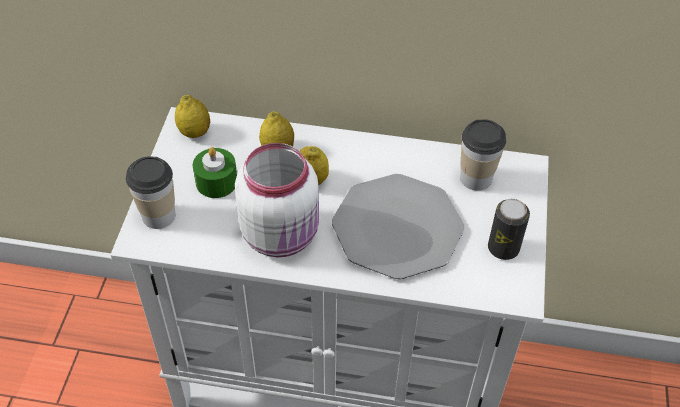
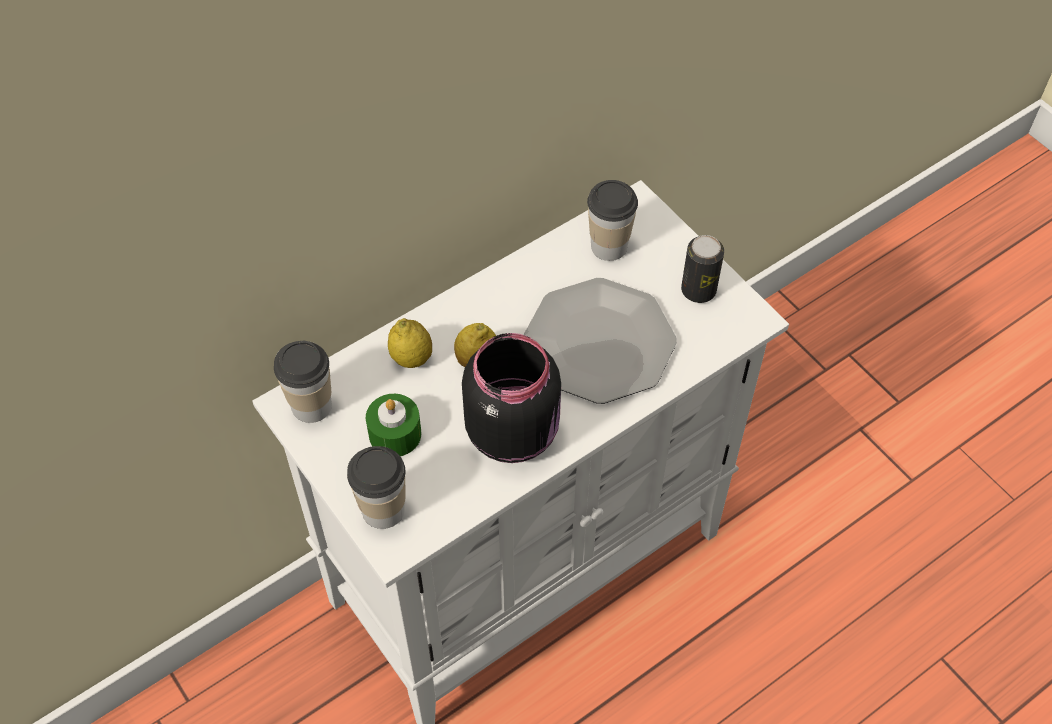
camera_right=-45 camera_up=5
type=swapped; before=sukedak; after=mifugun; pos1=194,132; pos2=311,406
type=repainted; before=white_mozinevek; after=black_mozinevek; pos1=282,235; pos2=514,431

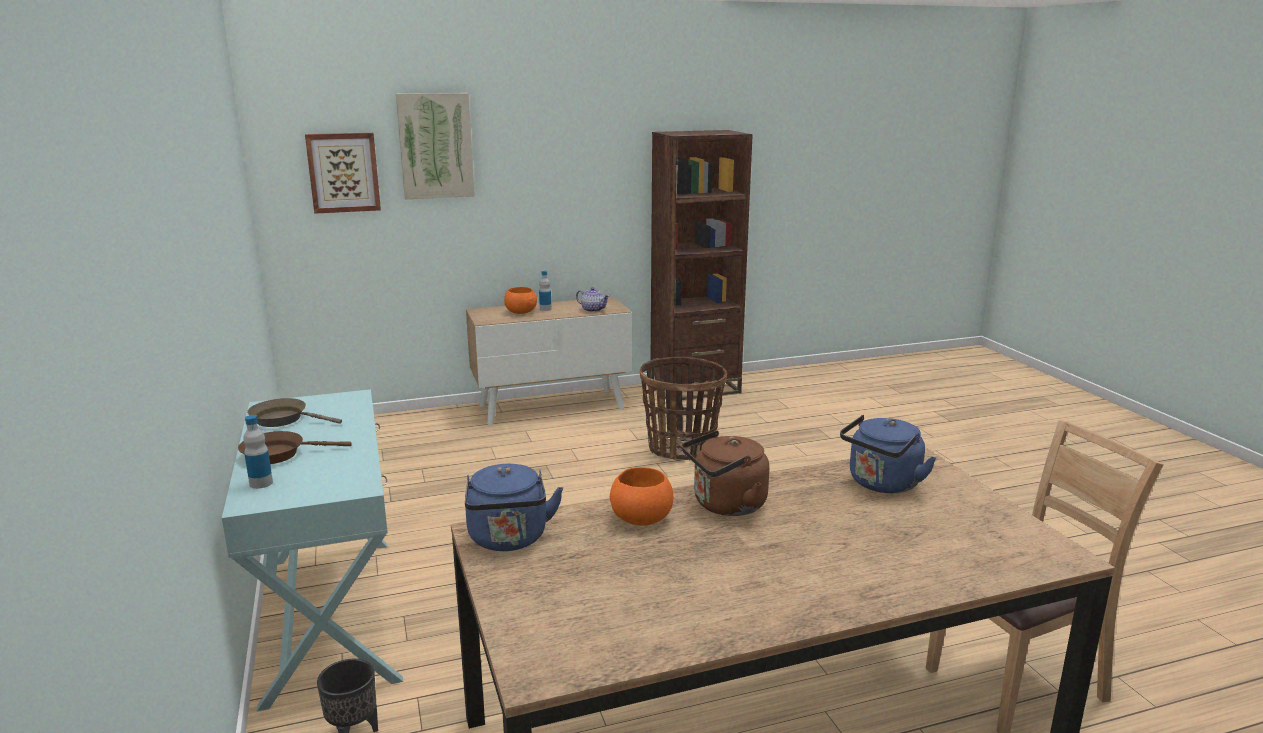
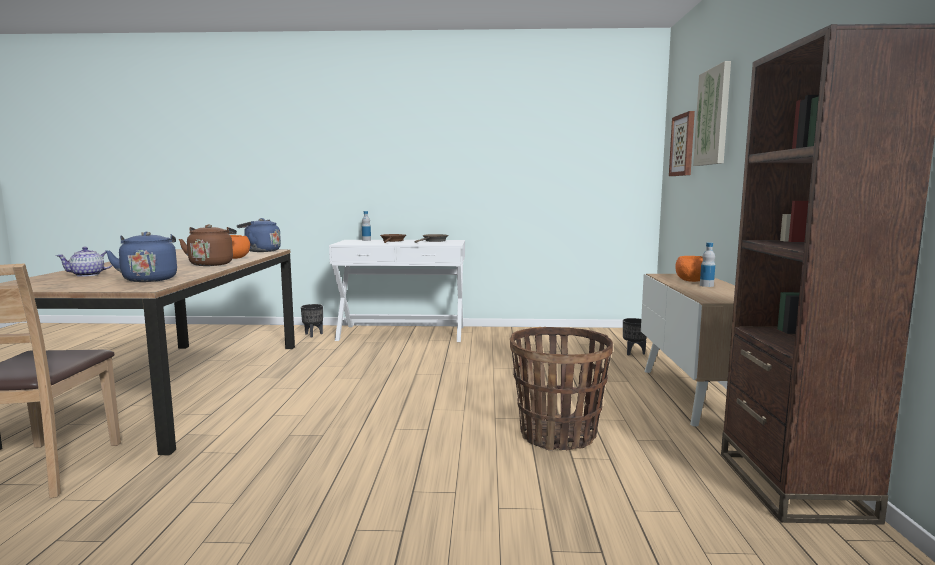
camera_right=110 camera_up=-10
type=repainted; before=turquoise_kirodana; after=white_kirodana; pos1=330,615; pos2=402,333
type=shifted; before=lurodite; pos1=592,310; pos2=88,275
type=new; after=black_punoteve; pos2=634,353

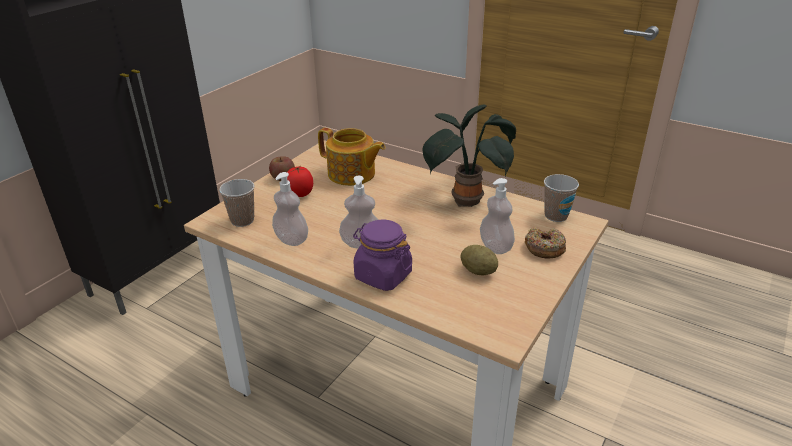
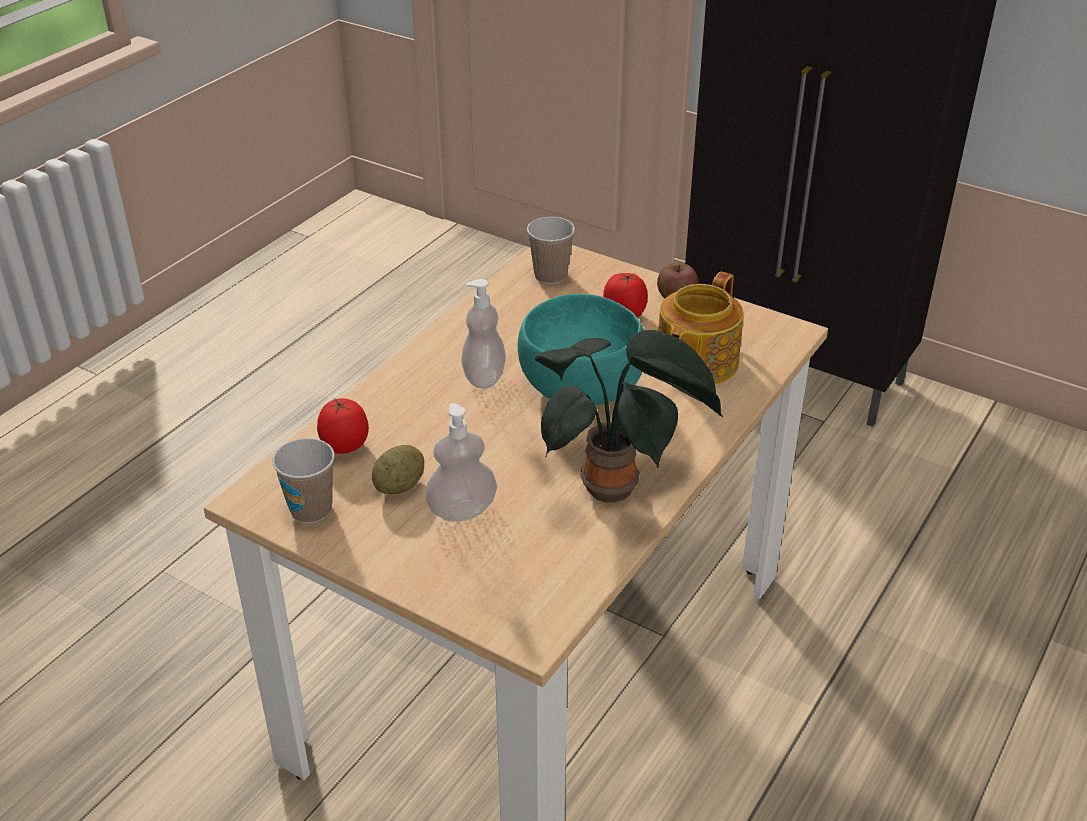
camera_right=90 camera_up=5
type=gone; before=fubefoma; pos1=291,239
type=gone; before=purple_mozinevek; pos1=382,275
type=gone; before=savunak; pos1=544,248
type=shifted; before=mifugun; pos1=556,216; pos2=311,510
type=new; after=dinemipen; pos2=344,447
type=new; after=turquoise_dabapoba; pos2=582,389

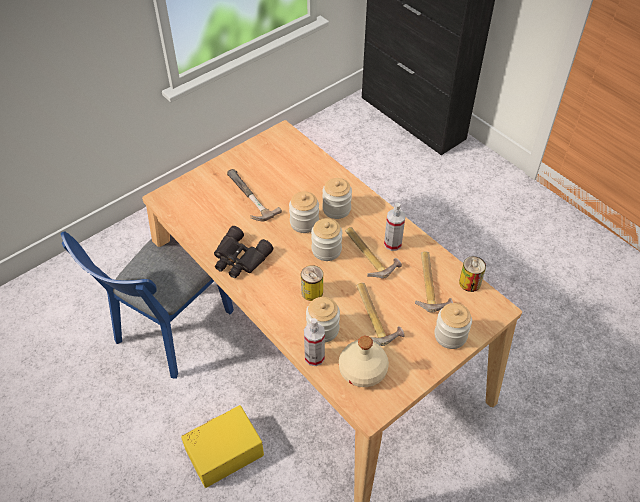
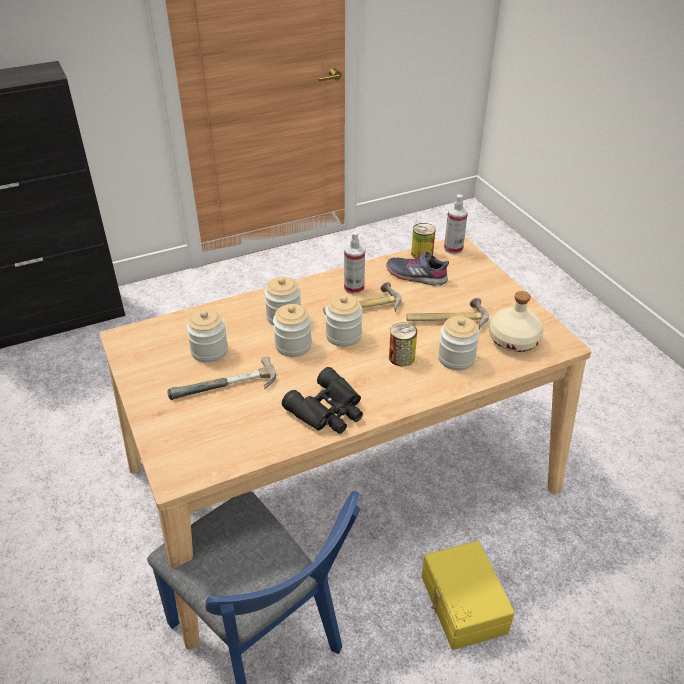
camera_right=-75 camera_up=-10
type=shifted; before=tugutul; pos1=314,357; pos2=453,249
type=swapped; before=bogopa; after=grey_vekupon; pos1=431,284; pos2=416,275
type=shifted; before=mozinevek; pos1=450,335; pos2=209,351

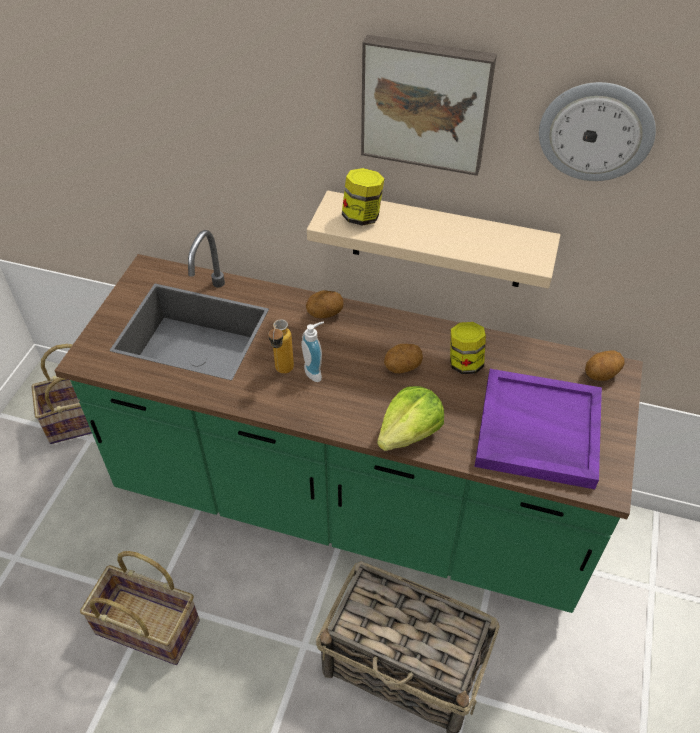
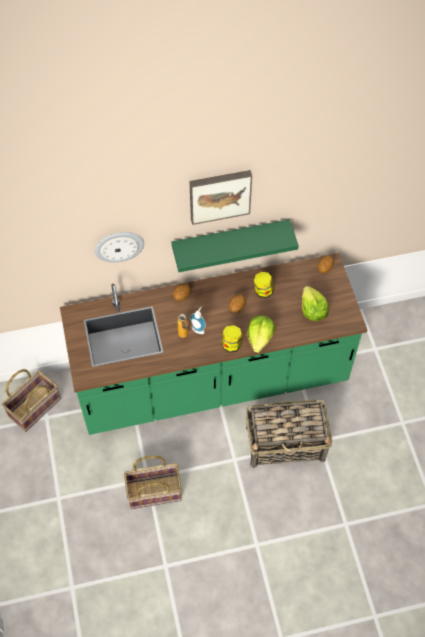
camera_right=-30 camera_up=10
type=repainted; before=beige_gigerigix; after=green_gigerigix; pos1=437,240; pos2=230,241
type=shifted; before=mozinevek; pos1=362,216; pos2=231,344
type=swapped; before=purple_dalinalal; after=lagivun; pos1=537,431; pos2=312,310
type=shifted; before=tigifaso; pos1=596,131; pos2=119,246

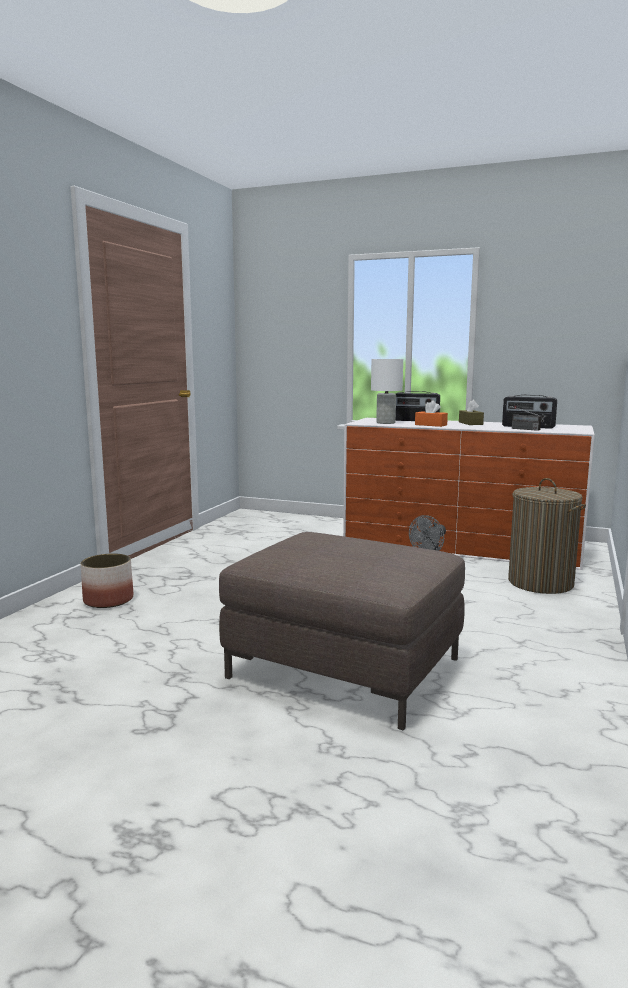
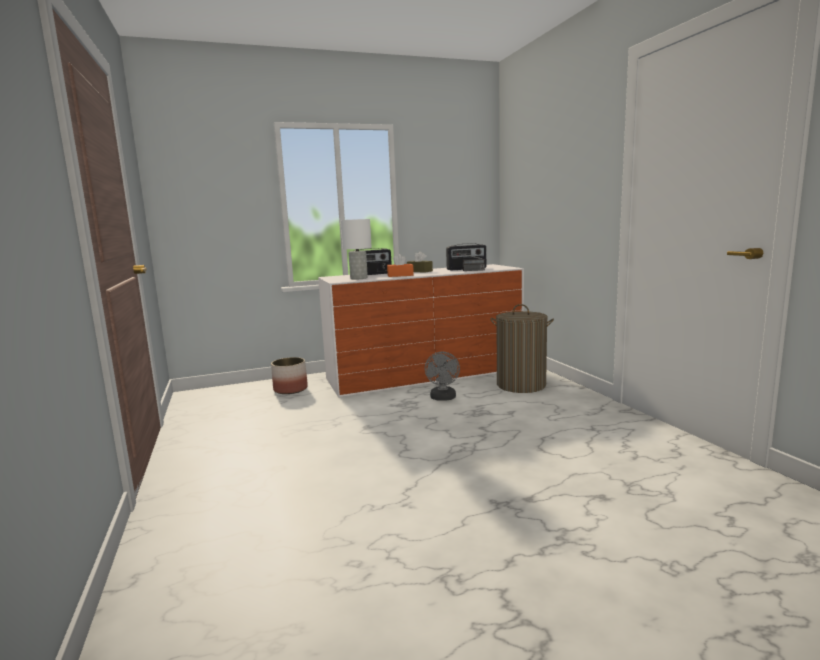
camera_right=-40 camera_up=0
type=shifted; before=punoteve; pos1=109,600; pos2=291,389
type=gone; before=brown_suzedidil; pos1=345,667

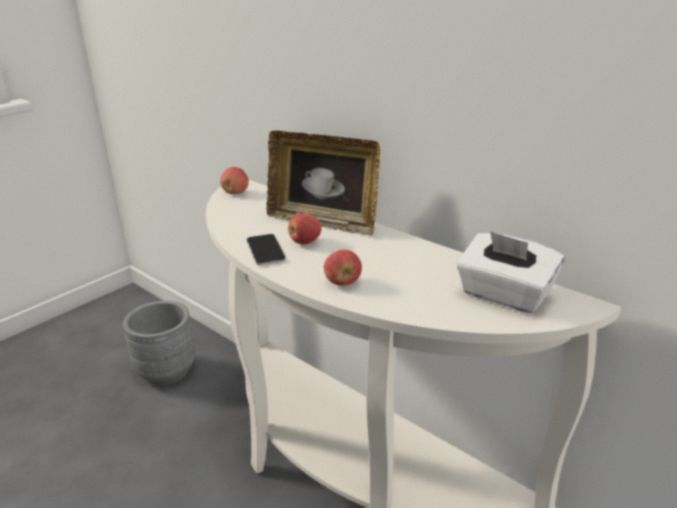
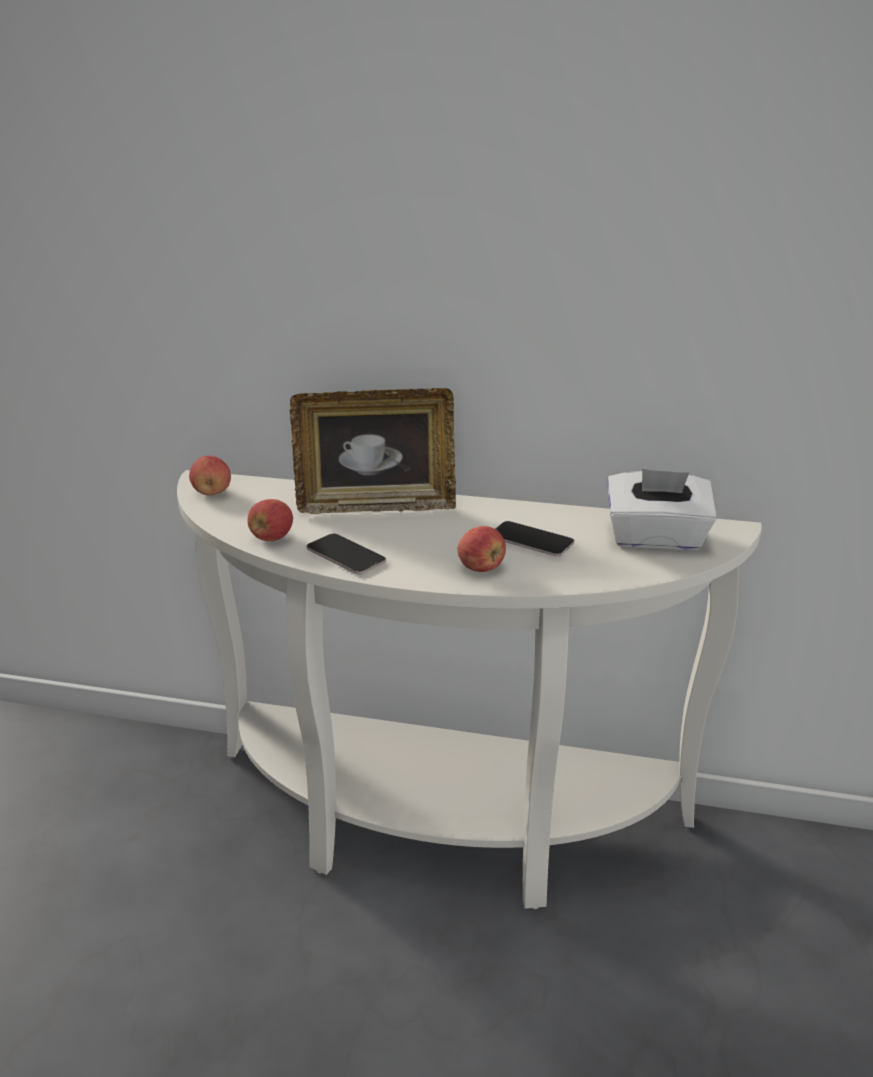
camera_right=-30 camera_up=0
type=gone; before=grey_punoteve; pos1=167,371
type=shifted; before=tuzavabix; pos1=304,242; pos2=272,538
type=new; after=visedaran; pos2=531,540

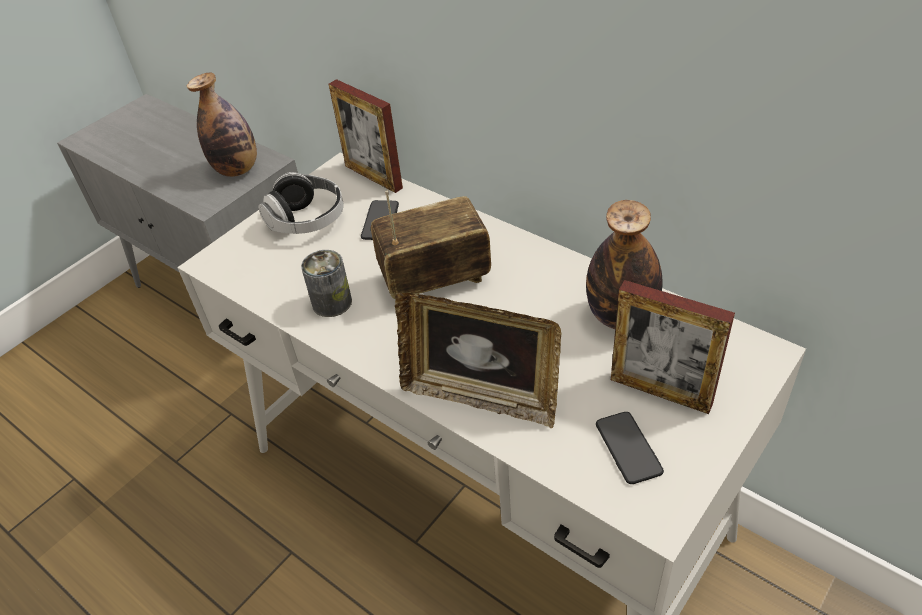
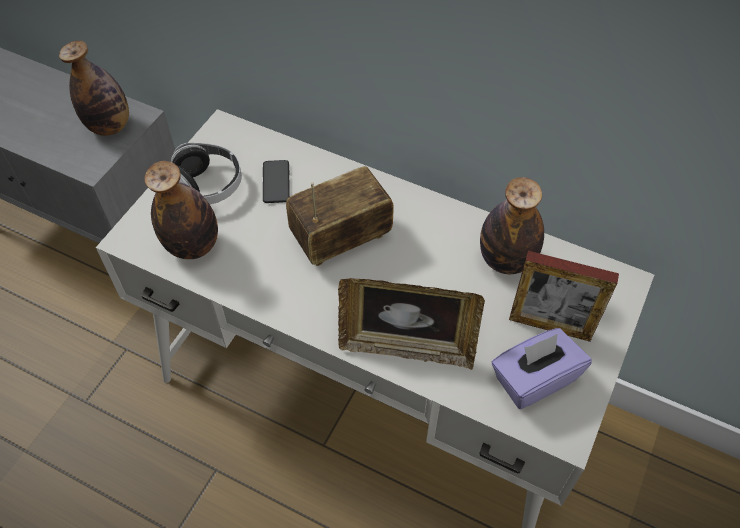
camera_right=-15 camera_up=10
type=gone; before=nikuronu; pos1=332,302
type=gone; before=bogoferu; pos1=373,177
type=swapped; before=visedaran; after=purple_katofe; pos1=628,448; pos2=534,379
type=new; after=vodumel; pos2=193,245

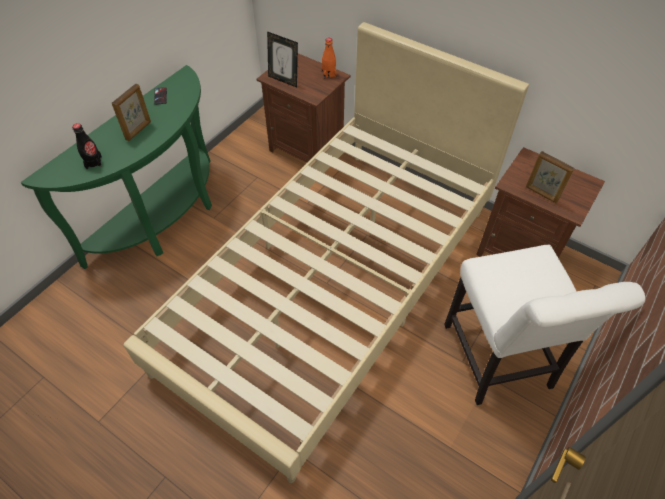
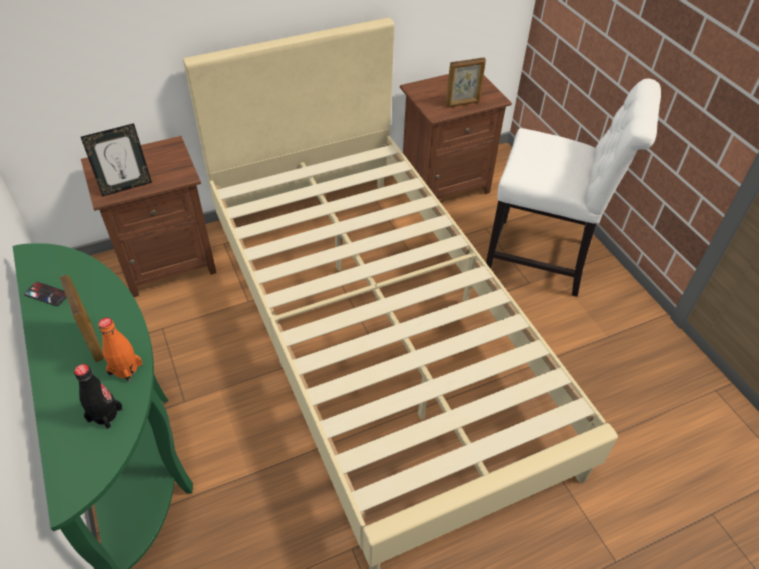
camera_right=-60 camera_up=-5
type=shifted; before=orange_vodumel; pos1=329,74; pos2=125,369

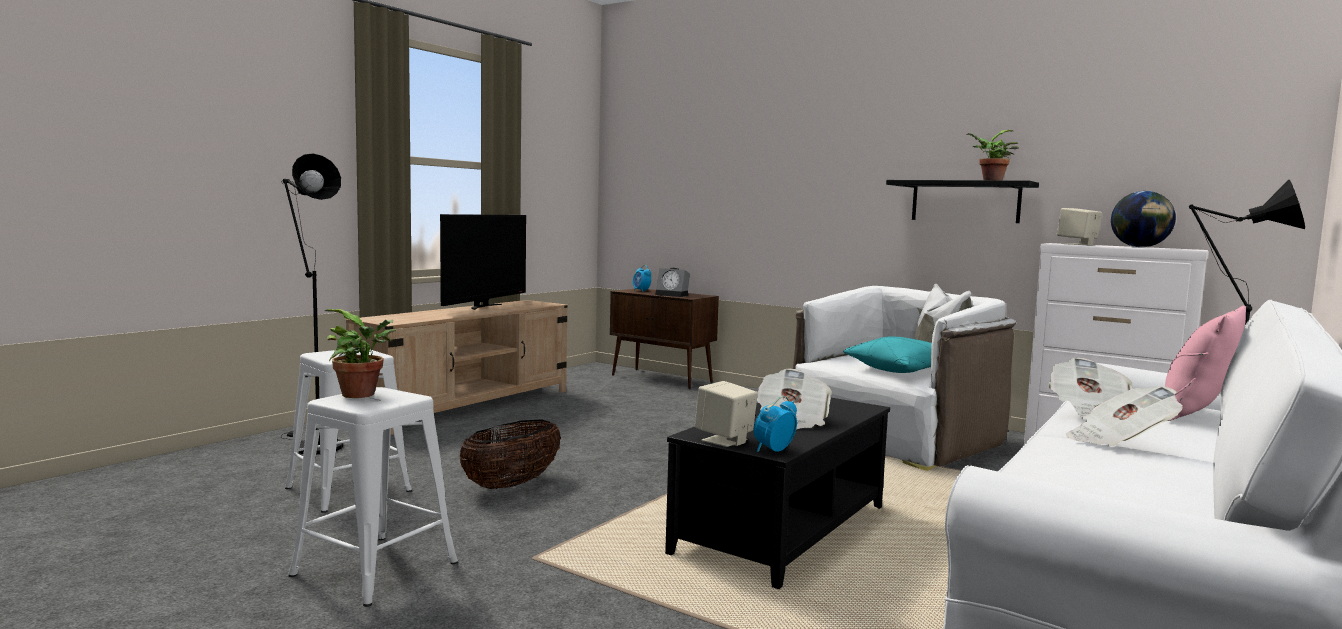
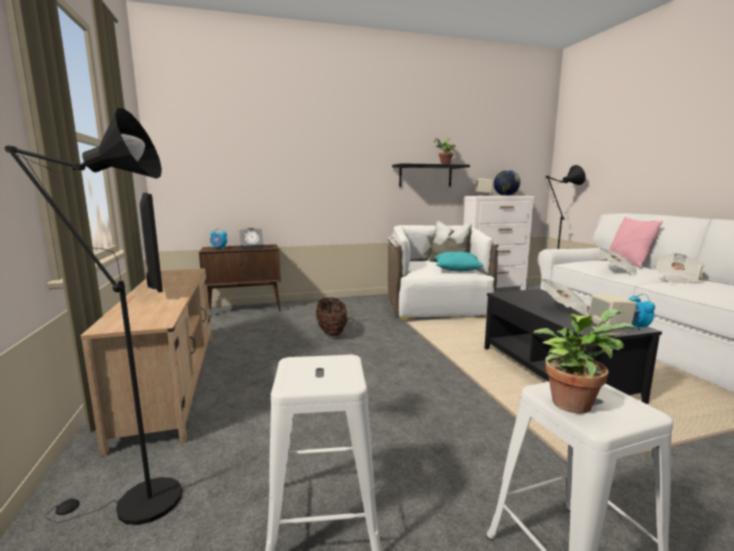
camera_right=-50 camera_up=5
type=shifted; before=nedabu; pos1=511,485; pos2=331,332

